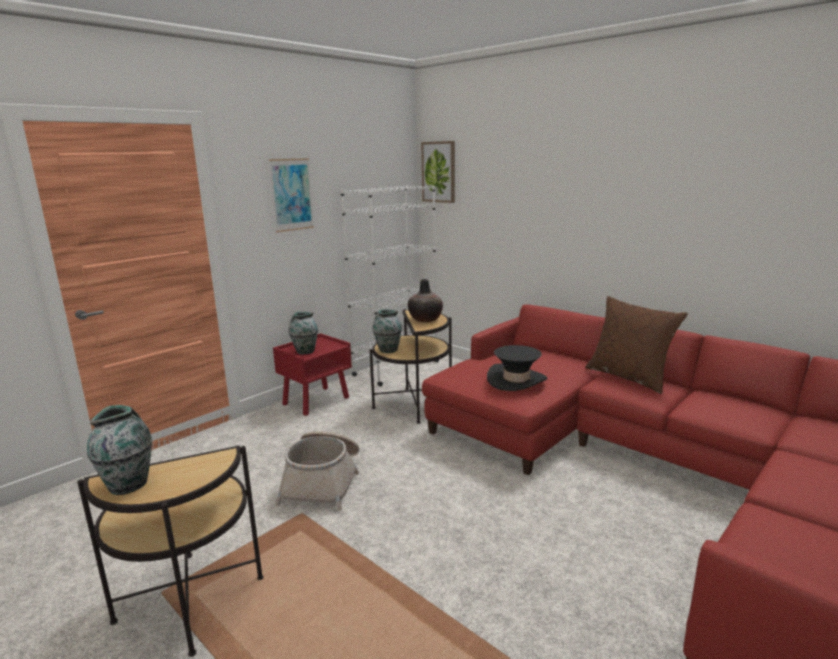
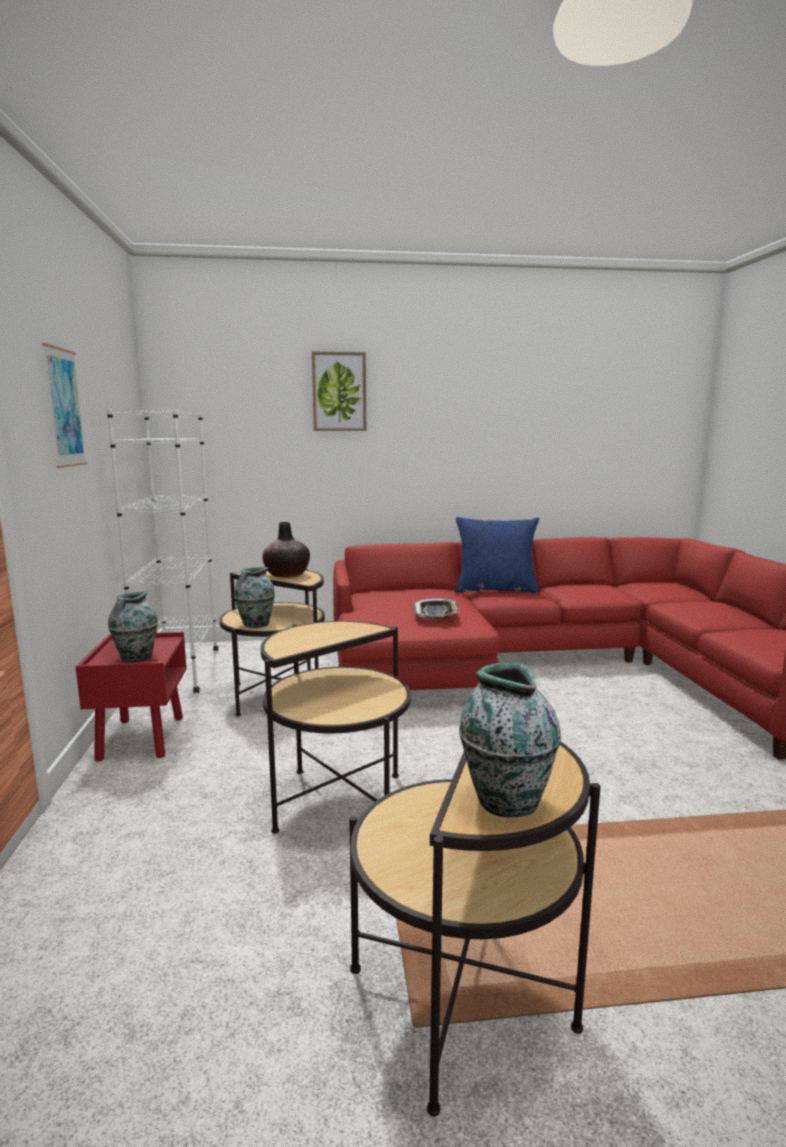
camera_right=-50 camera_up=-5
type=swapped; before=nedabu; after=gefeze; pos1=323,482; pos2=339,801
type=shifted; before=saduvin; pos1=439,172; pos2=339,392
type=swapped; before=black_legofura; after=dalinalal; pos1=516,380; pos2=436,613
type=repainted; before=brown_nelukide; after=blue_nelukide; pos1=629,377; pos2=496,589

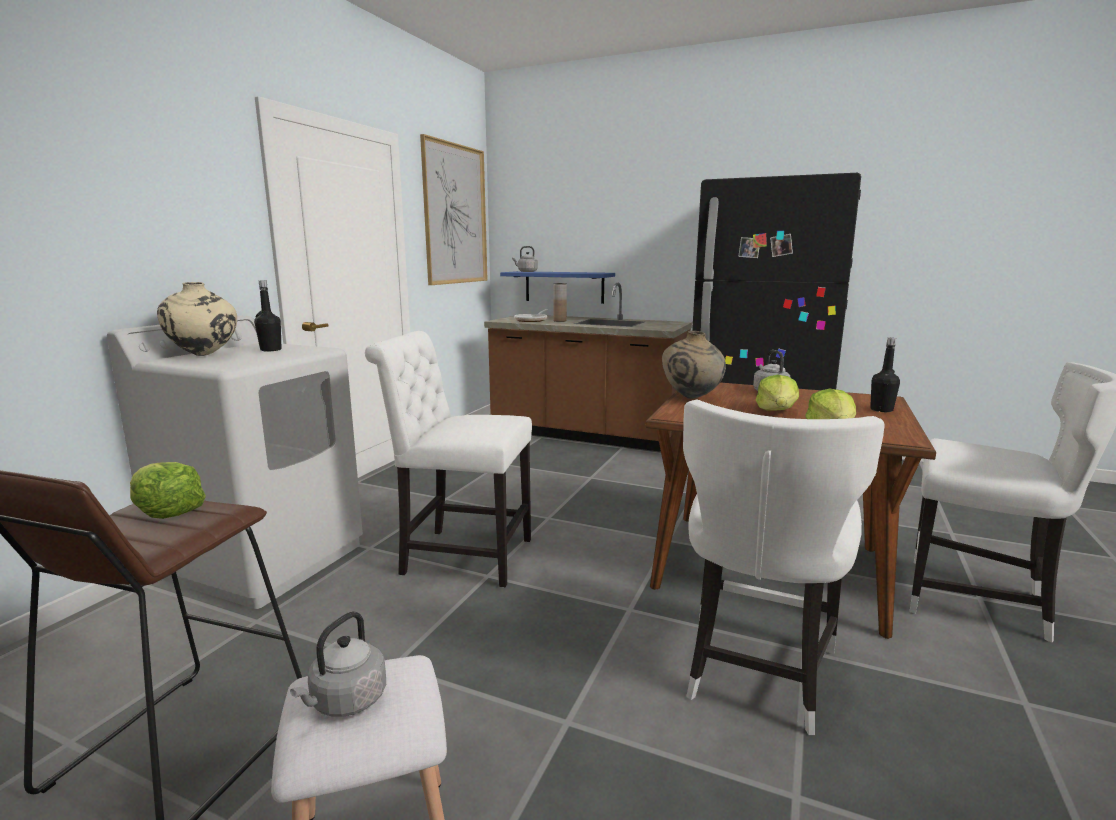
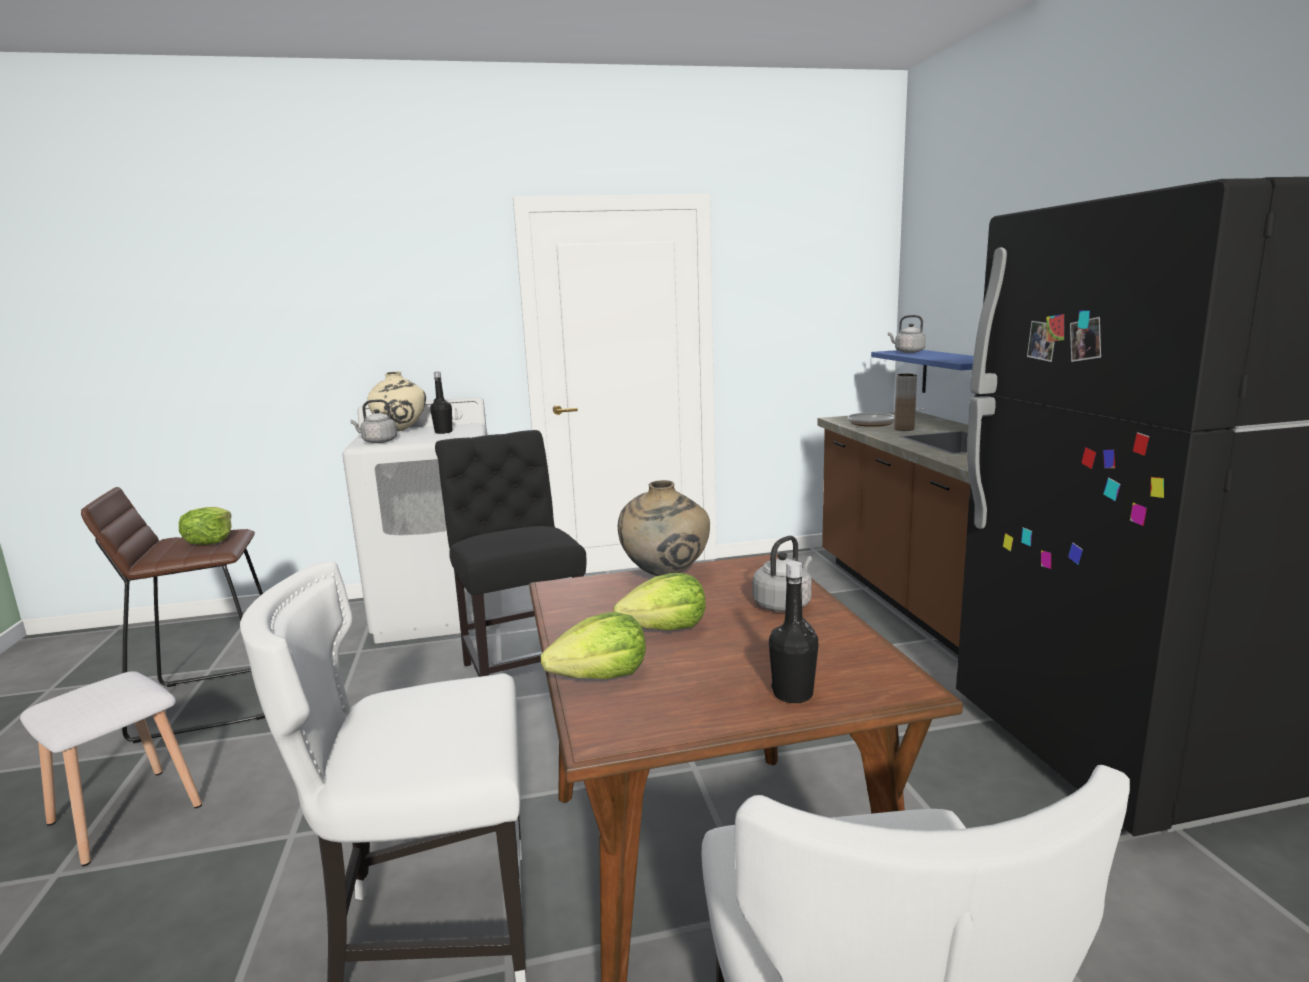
camera_right=55 camera_up=0
type=shifted; before=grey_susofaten; pos1=346,702; pos2=378,441
type=repainted; before=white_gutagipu; after=black_gutagipu; pos1=461,556; pos2=523,673
type=gone; before=saduvin; pos1=455,215

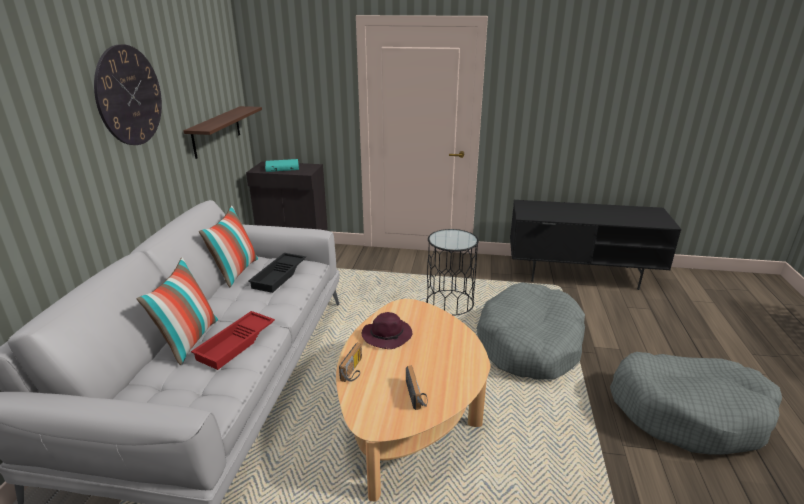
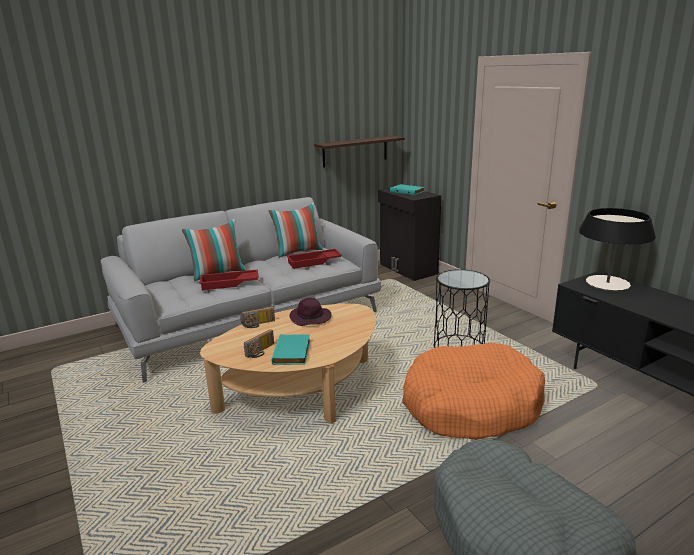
camera_right=50 camera_up=-5
type=gone; before=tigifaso; pos1=129,96
type=repainted; before=black_dalinalal; after=red_dalinalal; pos1=279,276; pos2=314,262
type=repainted; before=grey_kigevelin; after=orange_kigevelin; pos1=530,344; pos2=470,405
type=new; after=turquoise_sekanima; pos2=293,352
type=new; after=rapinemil; pos2=607,283

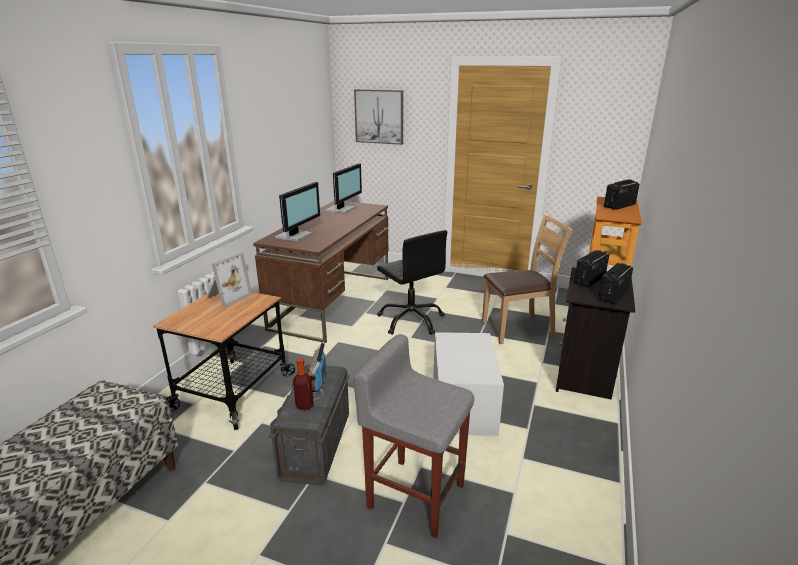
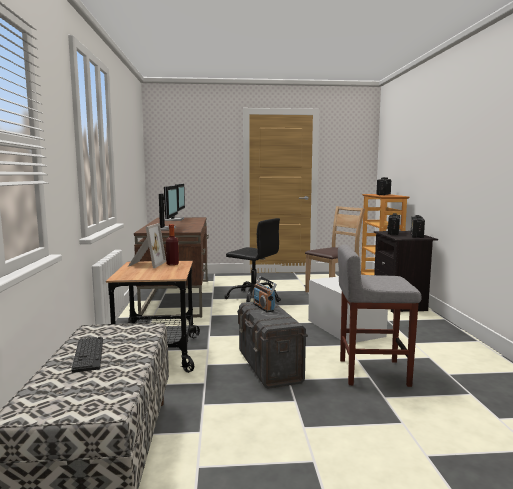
camera_right=-25 camera_up=-15
type=shifted; before=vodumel; pos1=304,406; pos2=172,264
type=gone; before=saduvin; pos1=379,116
type=new; after=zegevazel; pos2=88,354

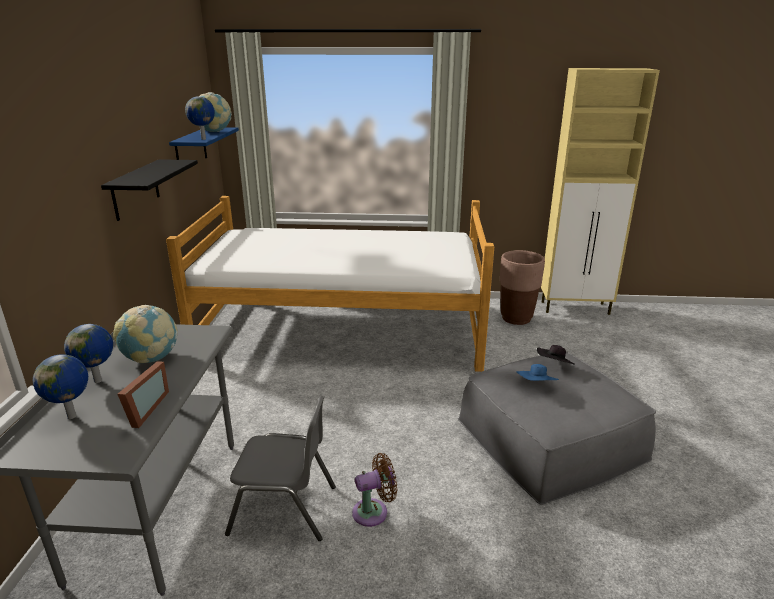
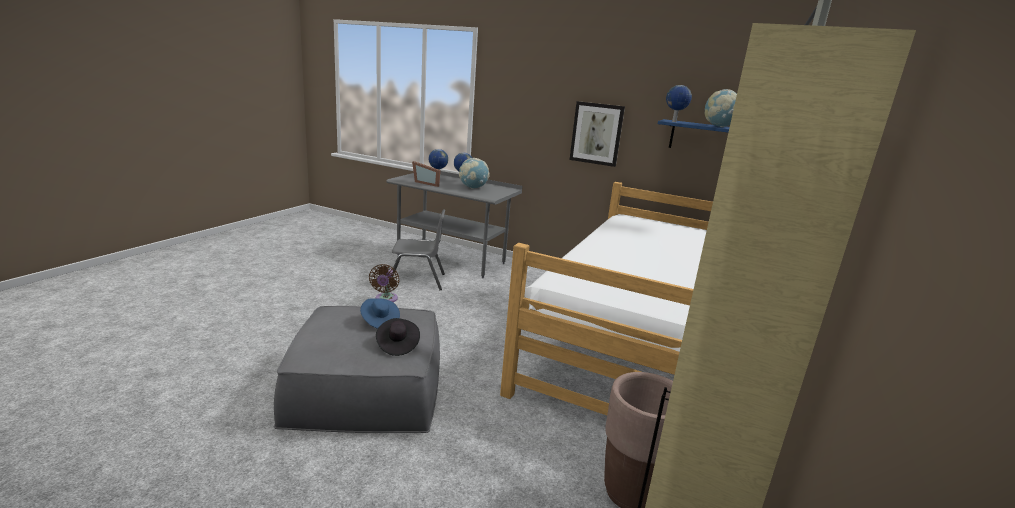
camera_right=110 camera_up=-5
type=swapped; before=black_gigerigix; after=saduvin; pos1=135,189; pos2=596,133
type=rotated; before=grey_gutagipu; pos1=284,509; pos2=416,281; turn=-120

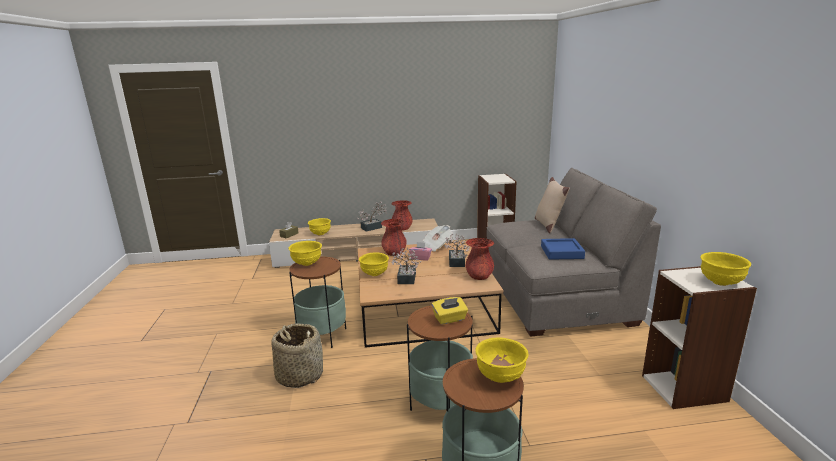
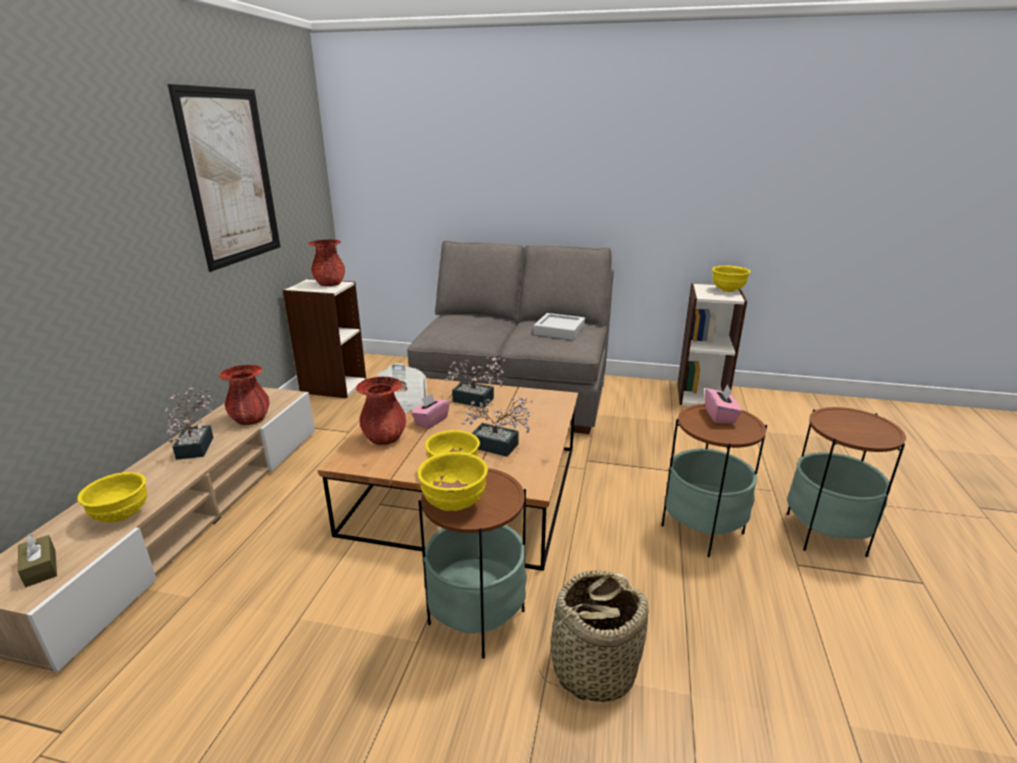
camera_right=-70 camera_up=5
type=repainted; before=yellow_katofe; after=pink_katofe; pos1=450,319; pos2=720,416
type=shifted; before=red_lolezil; pos1=479,276; pos2=330,284
type=gone; before=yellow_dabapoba; pos1=501,377
type=gone; before=beige_nelukide; pos1=548,225
type=repainted; before=blue_dalinalal; after=grey_dalinalal; pos1=562,252; pos2=559,330
type=new; after=saduvin; pos2=231,177

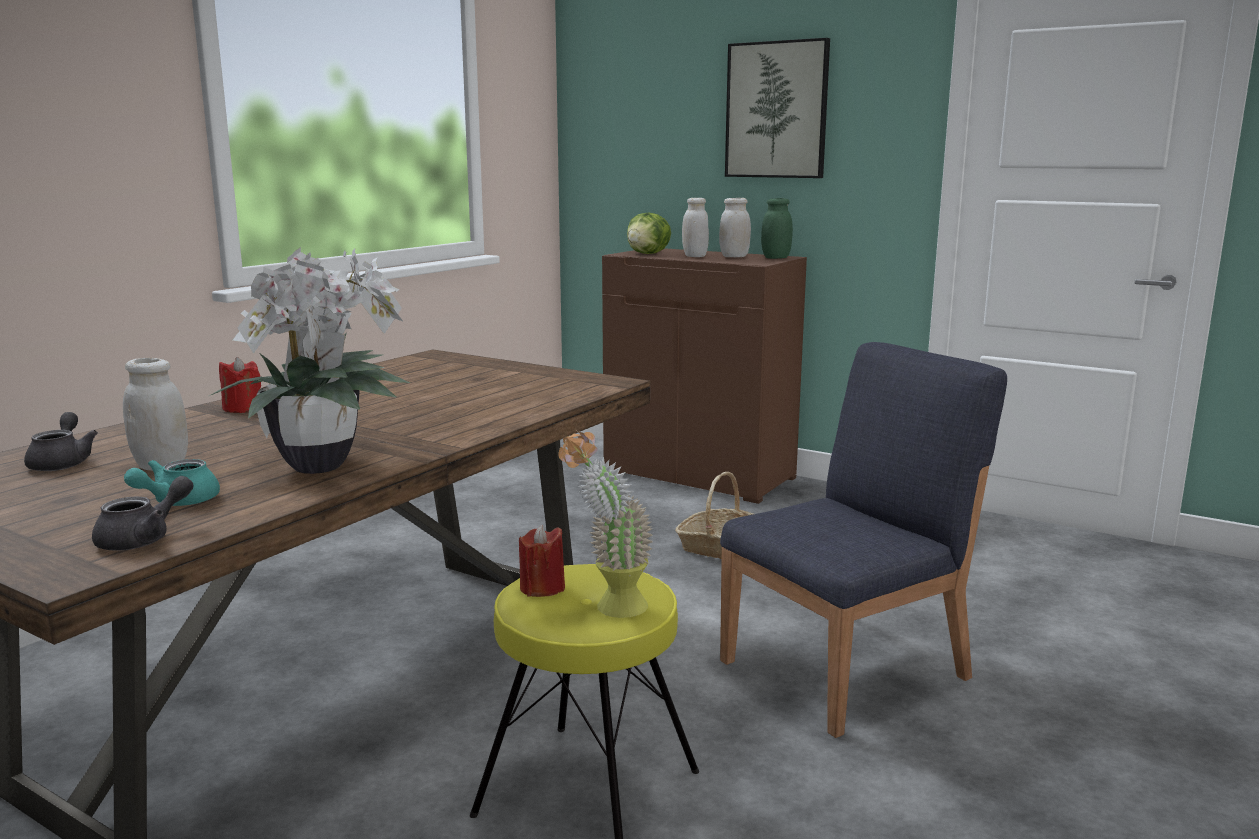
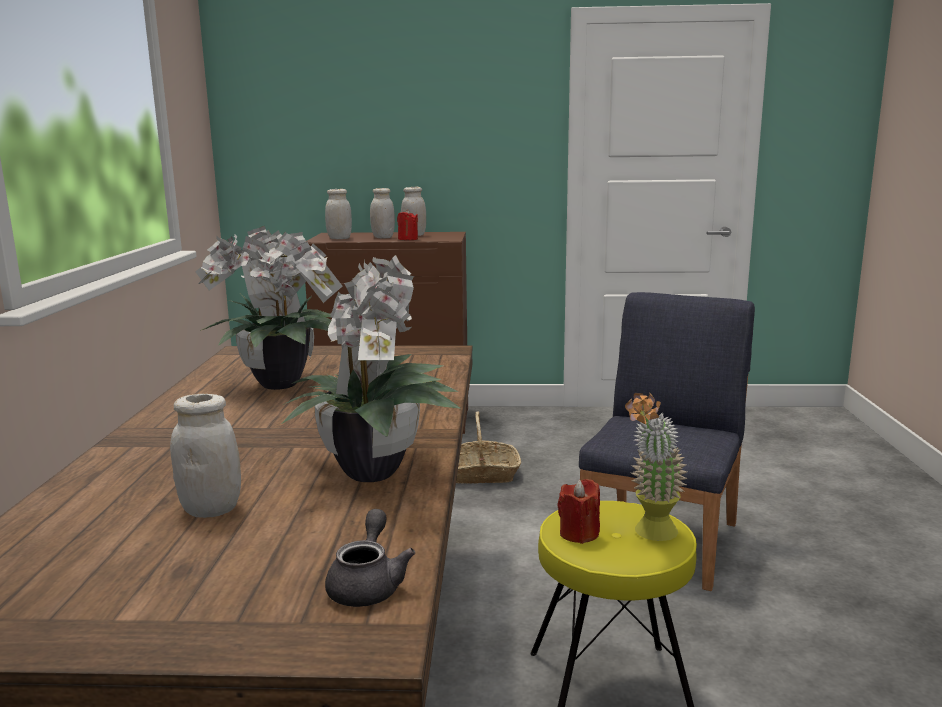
camera_right=-30 camera_up=0
type=gone; before=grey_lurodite; pos1=62,463
type=gone; before=turquoise_lurodite; pos1=177,502
type=shifted; before=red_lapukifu; pos1=242,408; pos2=408,239
type=swapped; before=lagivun; after=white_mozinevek; pos1=648,254; pos2=339,238
type=gone; before=saduvin; pos1=777,110
type=gone; before=green_mozinevek; pos1=776,258
type=new; after=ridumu; pos2=282,385

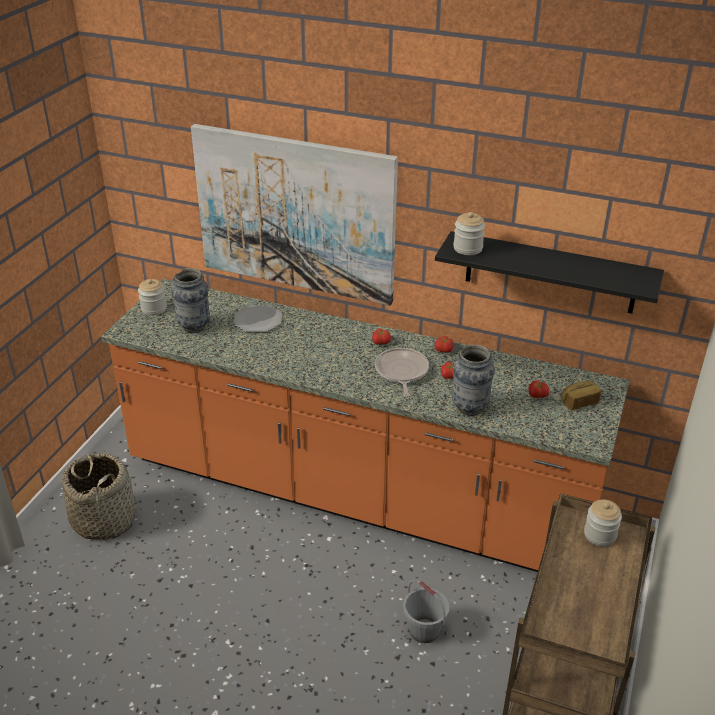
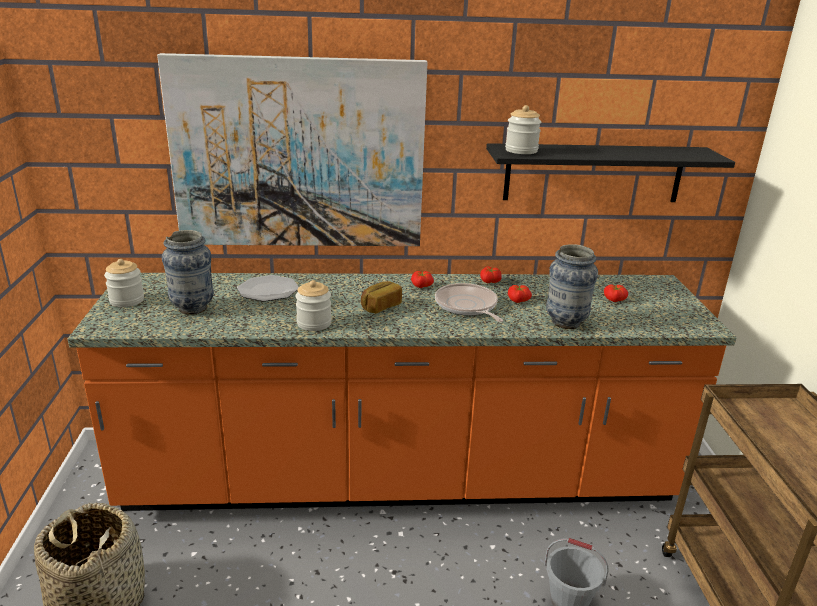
camera_right=-25 camera_up=-10
type=shifted; before=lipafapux; pos1=579,402; pos2=380,306
type=shifted; before=mozinevek; pos1=600,534; pos2=314,323

